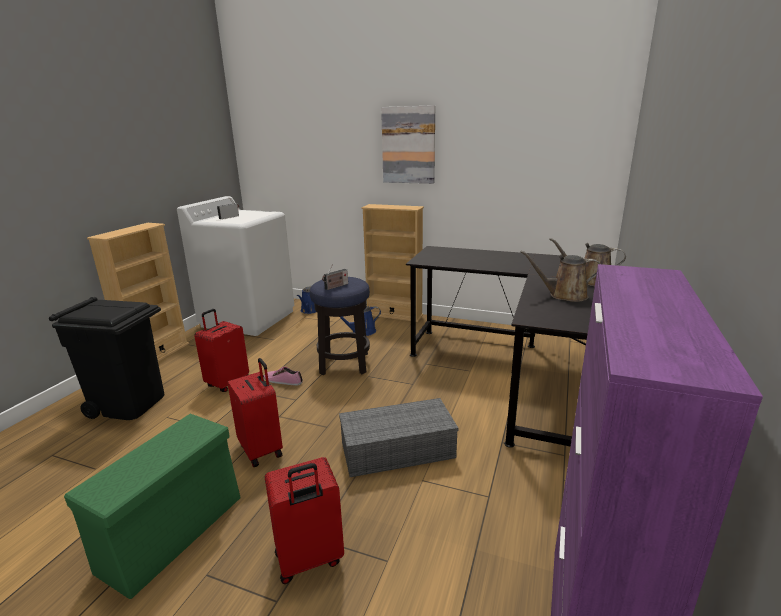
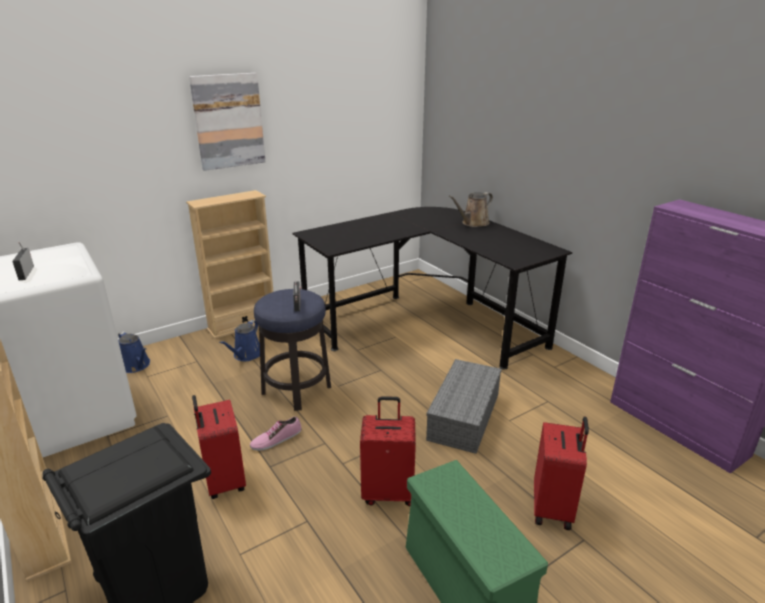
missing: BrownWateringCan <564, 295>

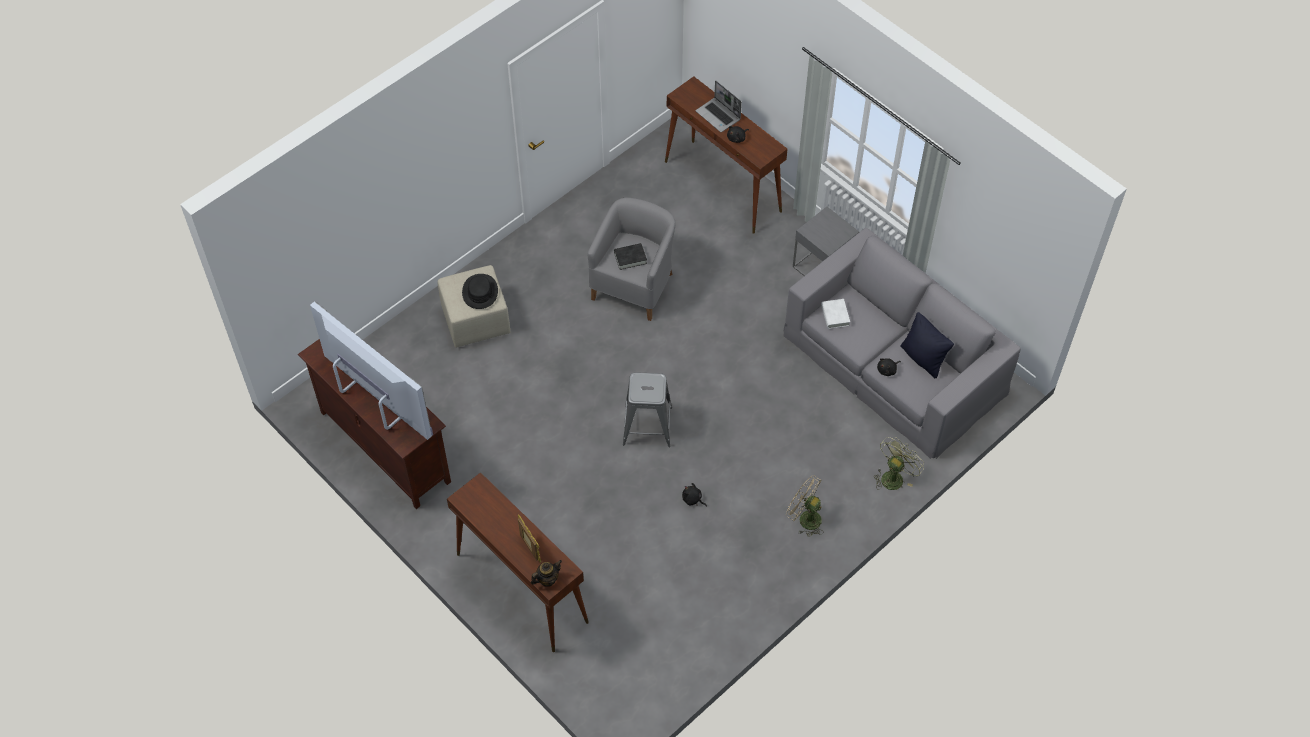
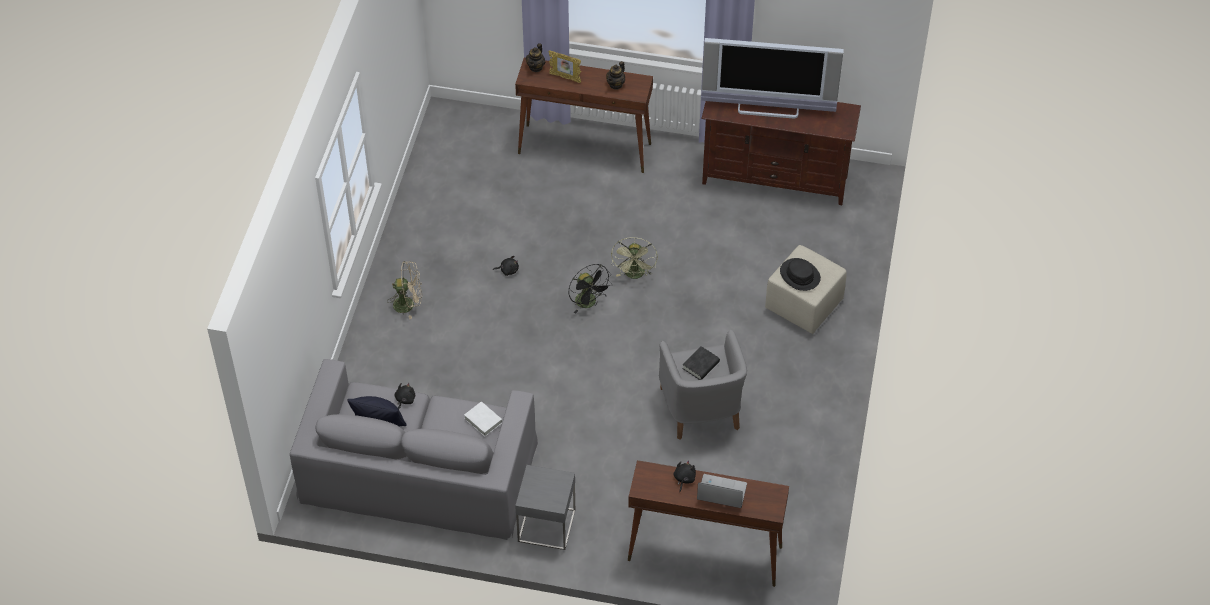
appeared: Teapot <616, 84>
relocated: GreenFan <894, 476> to <635, 275>
exchanged: GreyStool <647, 425> to BlackFan <589, 303>

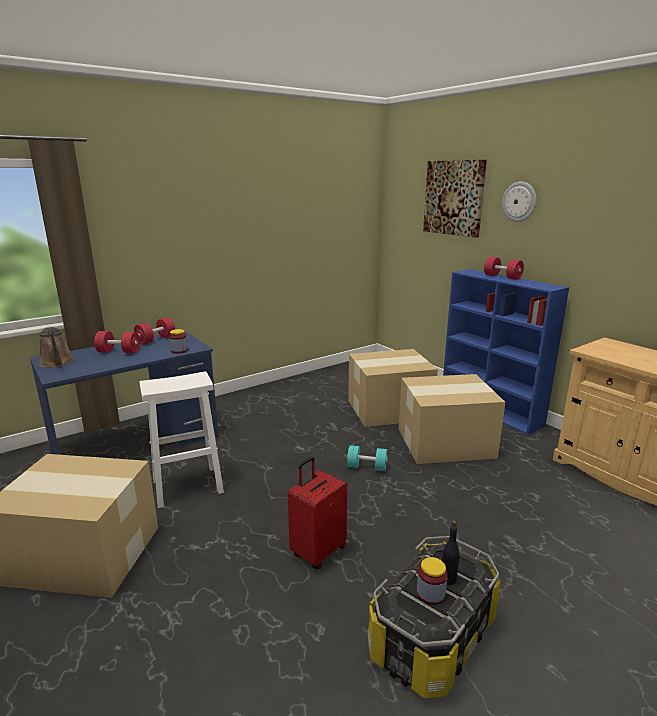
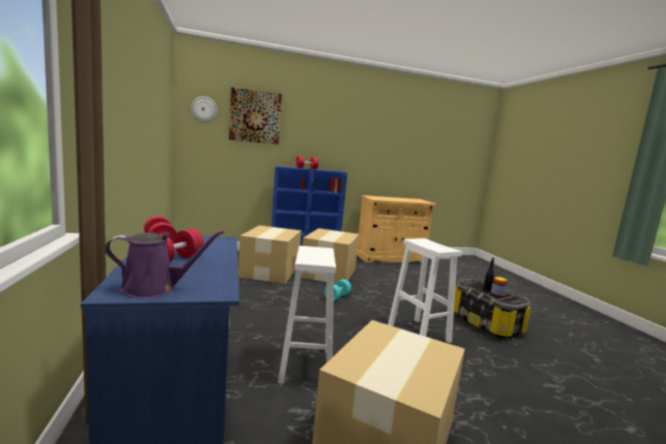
missing: Jar <179, 351>
relocated: WallClock <519, 201> to <204, 109>
exchanged: RedSuitcase <317, 551> to WhiteStool <417, 332>
colour: BrownWateringCan <57, 363> to PurpleWateringCan <154, 288>

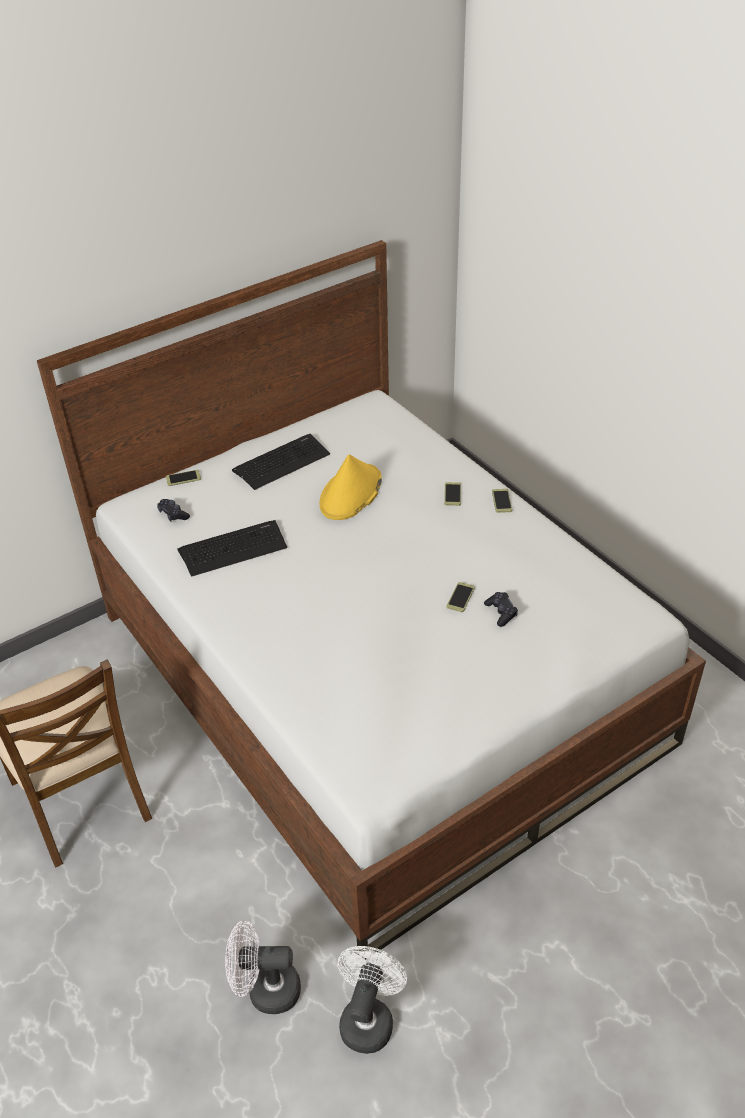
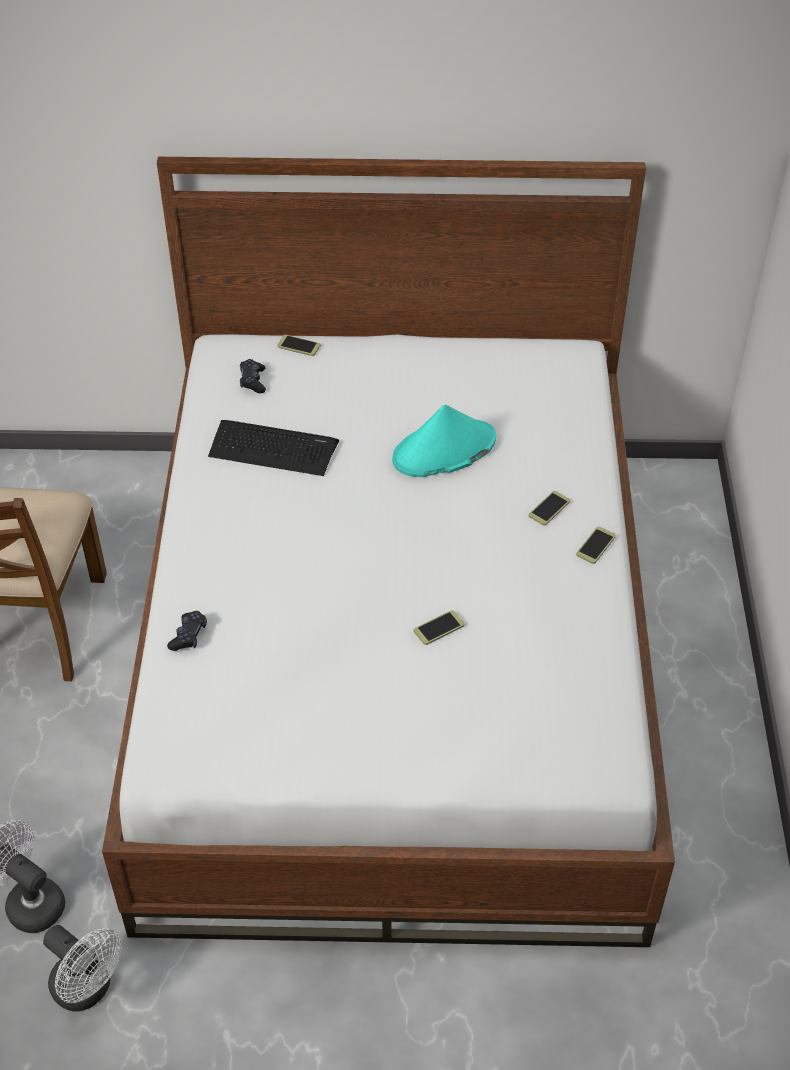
missing: Keyboard <282, 462>
relocated: BlackGameController <501, 612> to <188, 636>
colour: YellowHat <350, 493> to TurquoiseHat <444, 450>
spun: WhiteFan <368, 1017> = <88, 989> 75 degrees clockwise

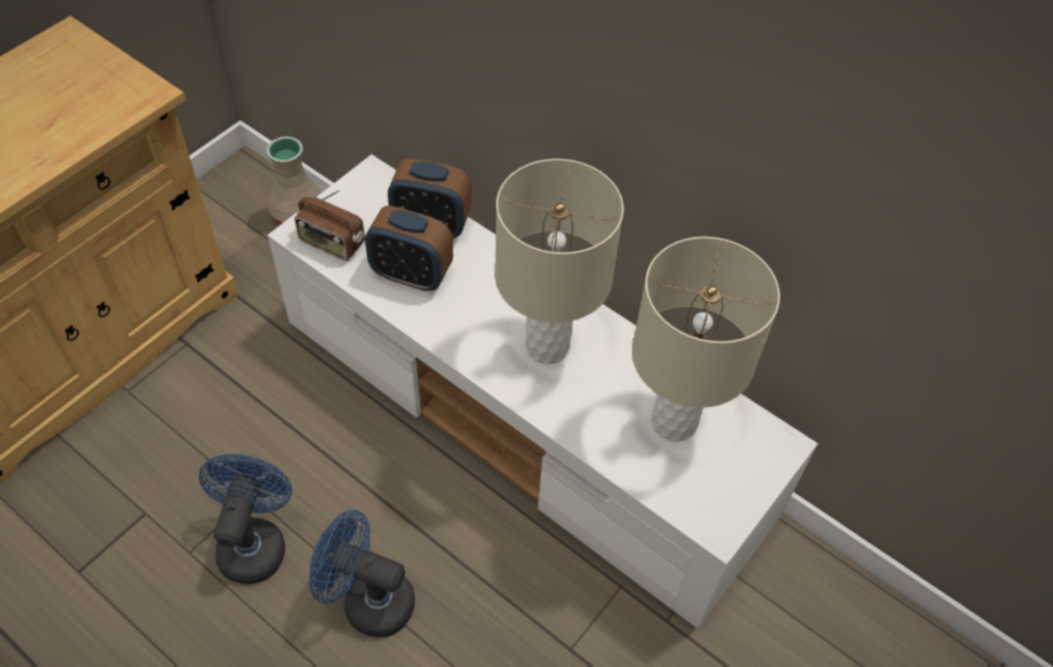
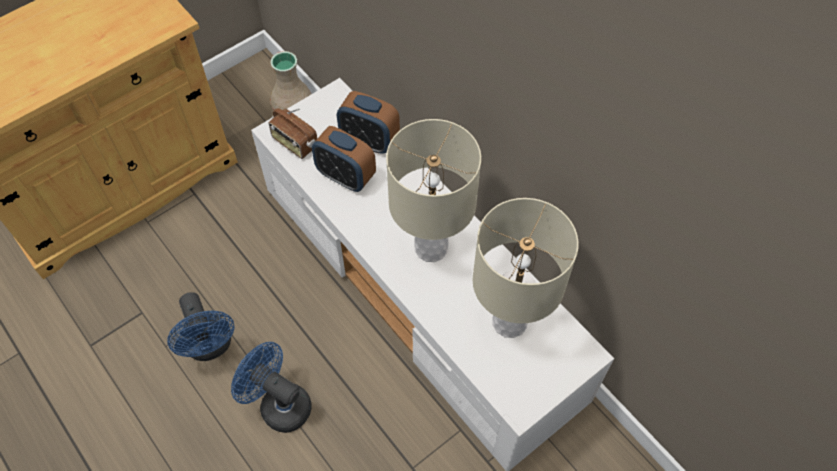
spun: BlueFan <254, 541> = <210, 347> 135 degrees clockwise

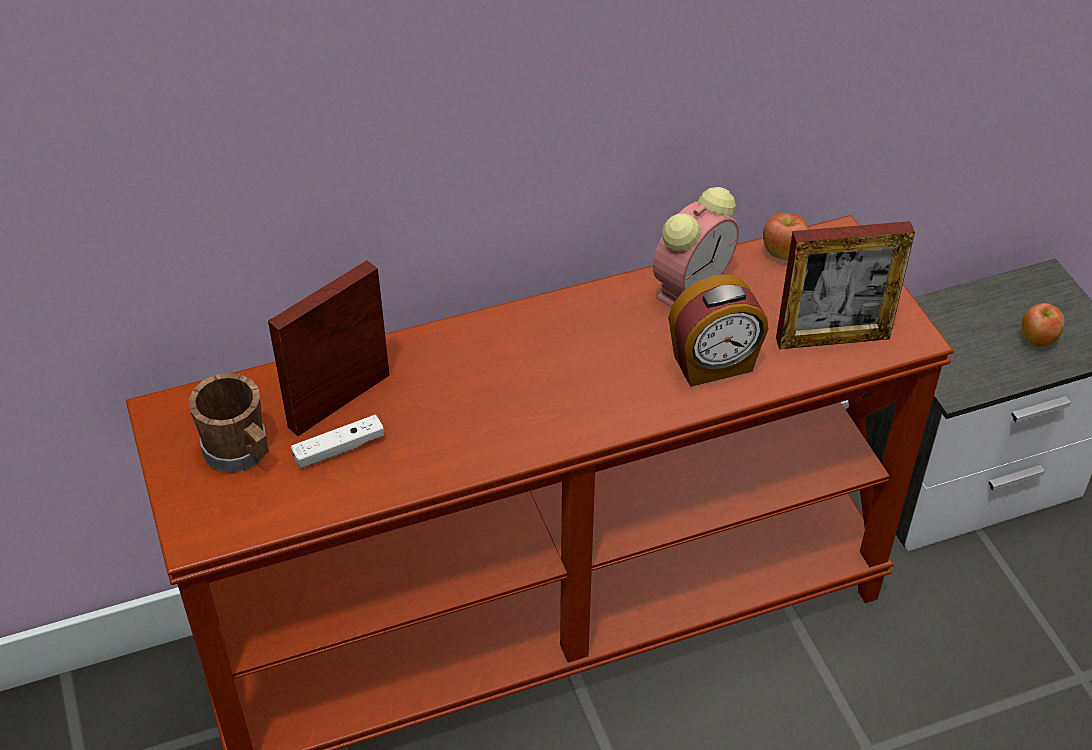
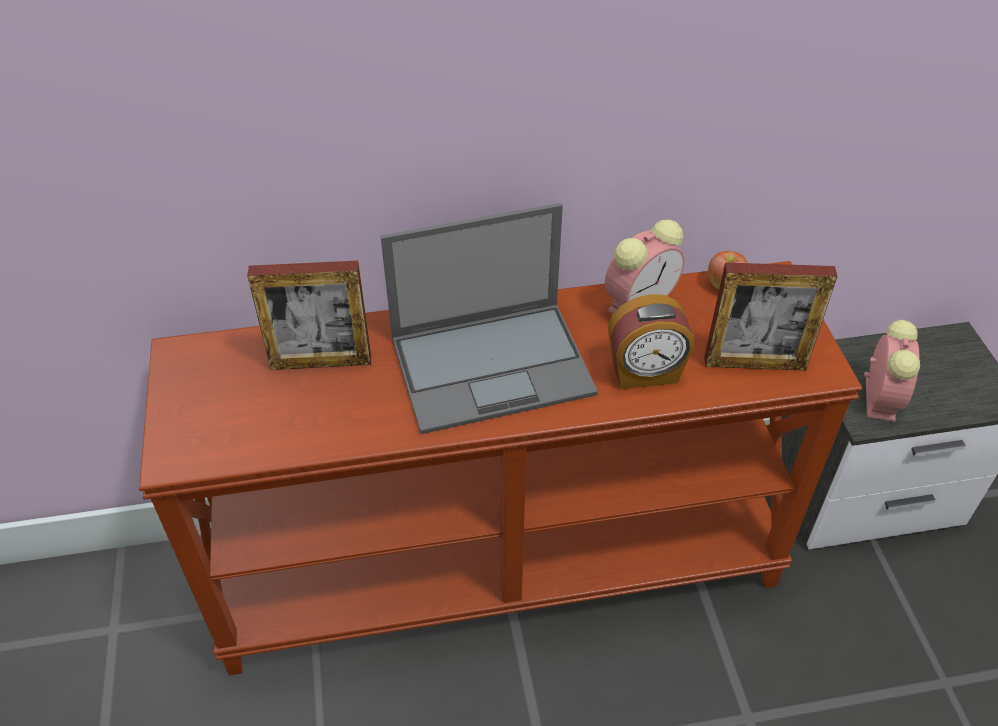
missing: BrownMug <241, 453>; WhiteGameController <339, 449>; Apple <1038, 340>
appeared: Laptop <494, 364>; AlarmClock <879, 397>
spun: PictureFrame <339, 401> = <321, 362> 150 degrees counterclockwise

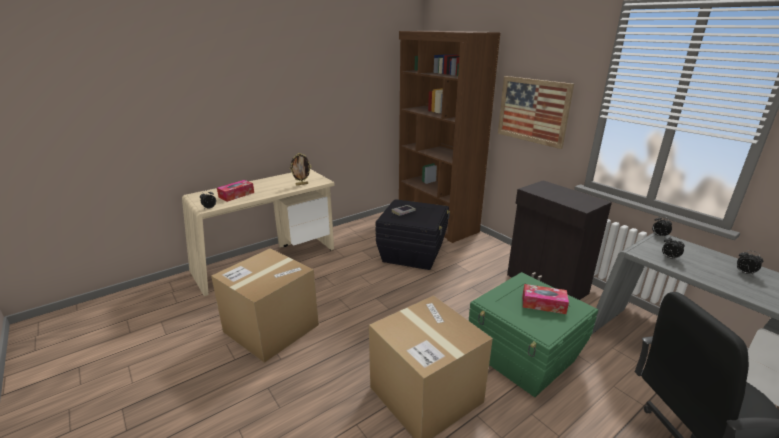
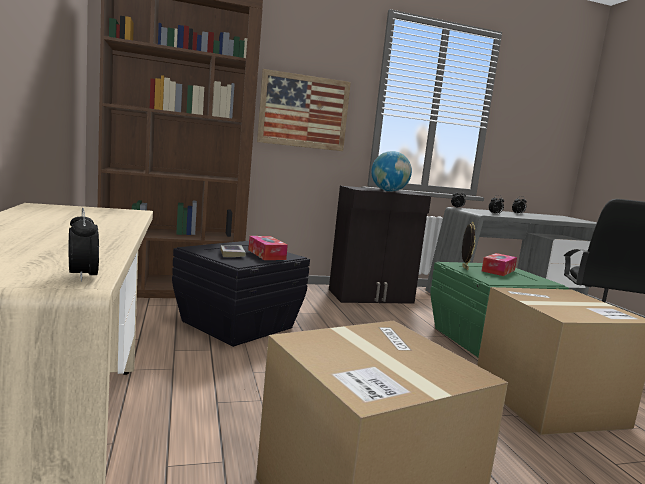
appeared: Globe <389, 191>
relocated: TissueBox <236, 195> to <266, 254>; PictureFrame <302, 184> to <464, 268>

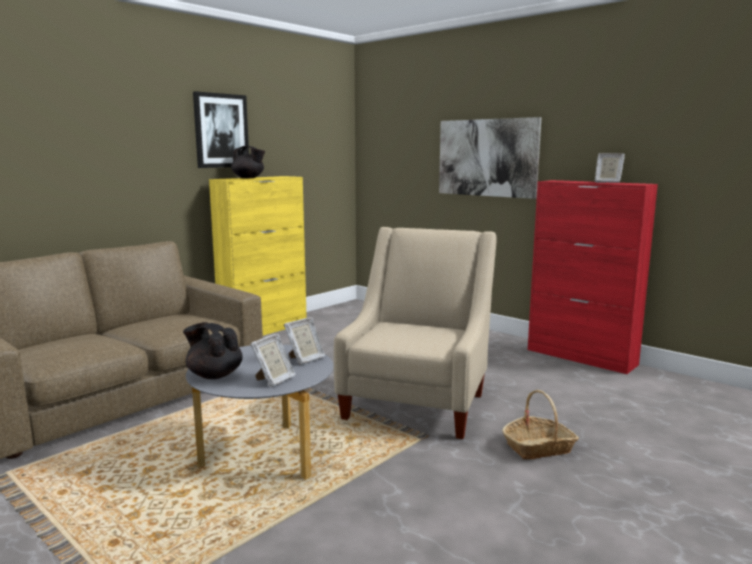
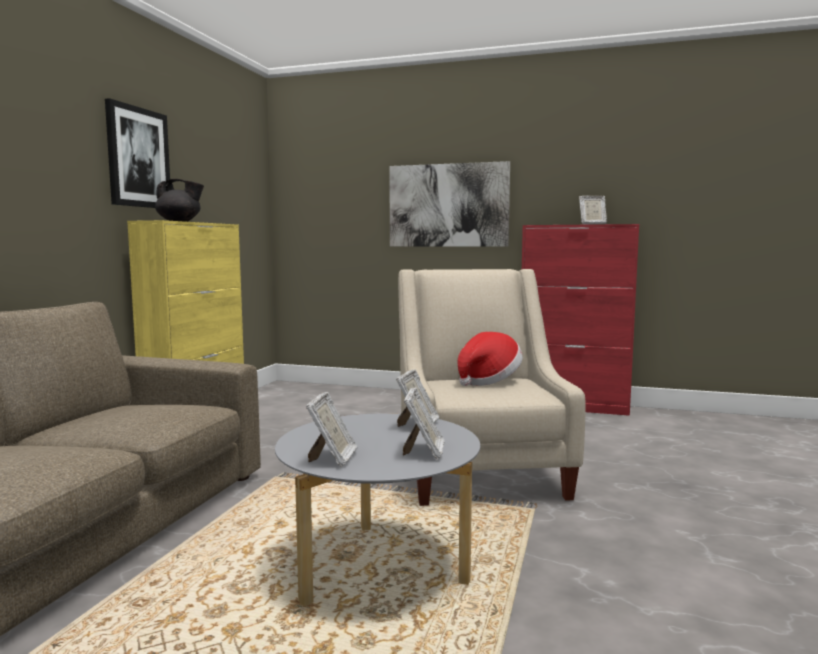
missing: Basket <539, 447>
appeared: Hat <488, 381>
exchanged: BlackTeapot <214, 375> to PictureFrame <333, 459>

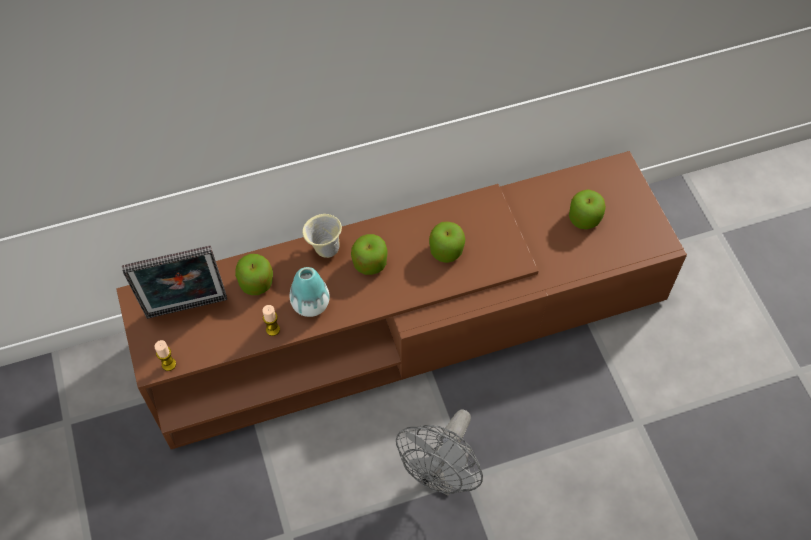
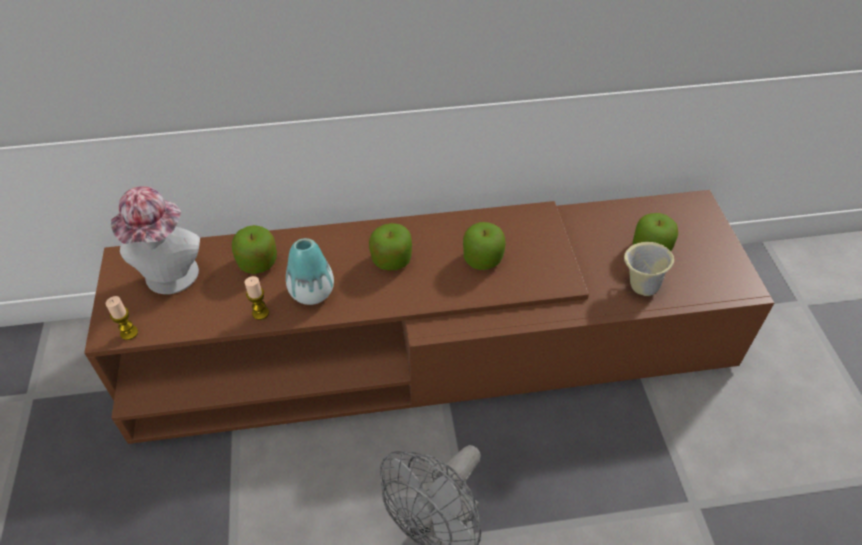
relocated: BeigeMug <324, 249> to <639, 287>
exchanged: PictureFrame <187, 310> to Hat <172, 280>

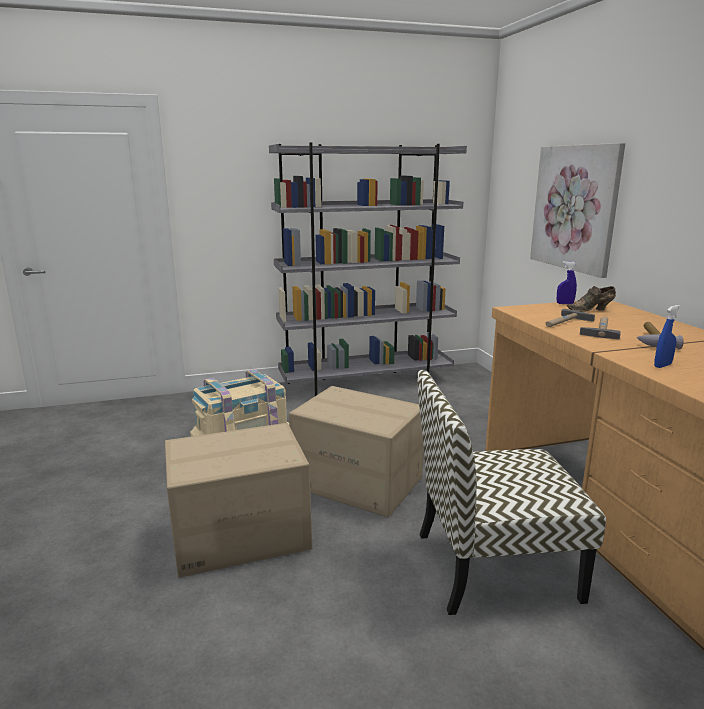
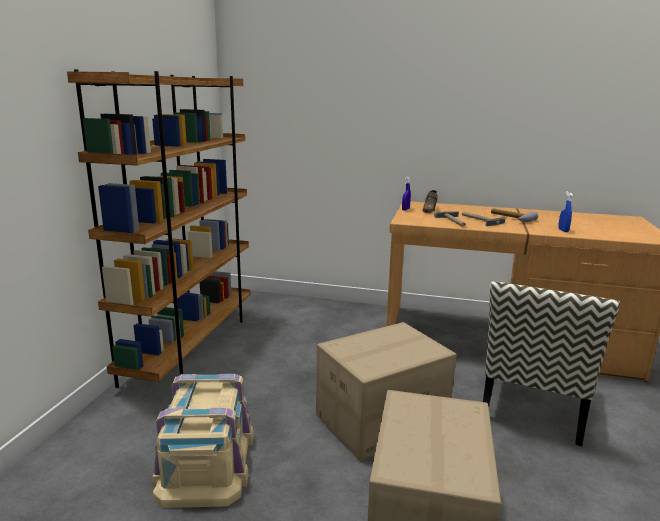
missing: Picture <574, 208>
colour: GreyBookcase <366, 383> to BrownBookcase <191, 345>

